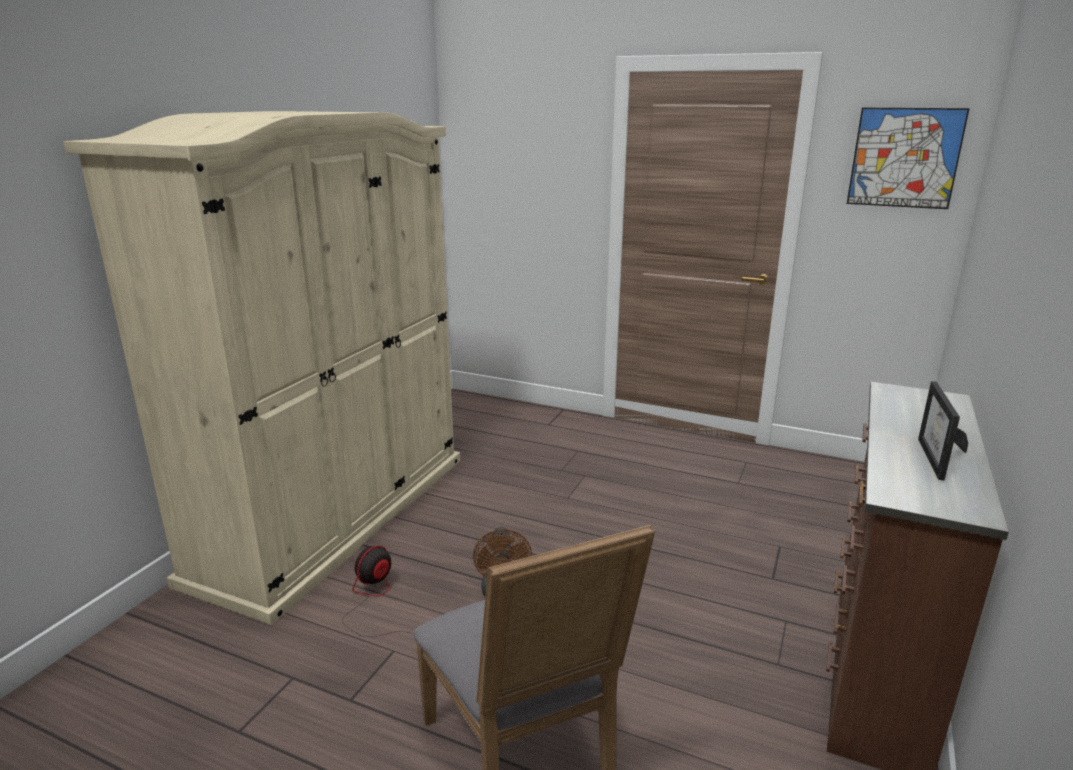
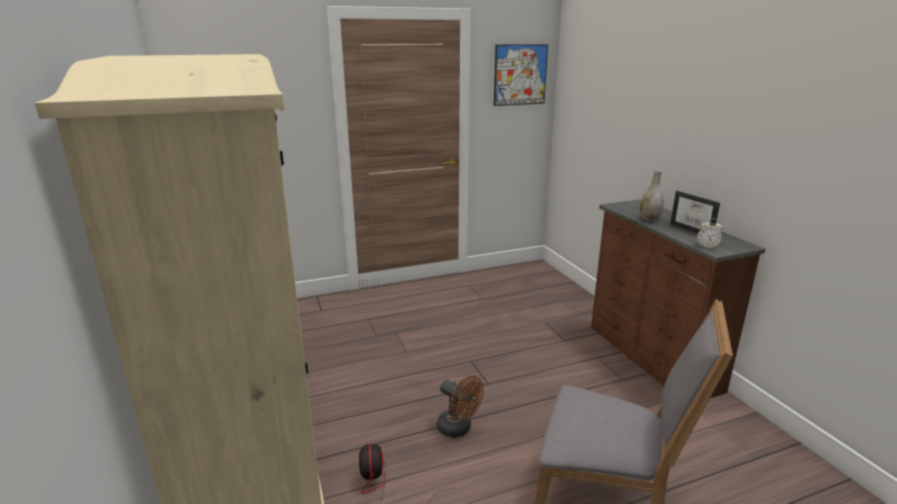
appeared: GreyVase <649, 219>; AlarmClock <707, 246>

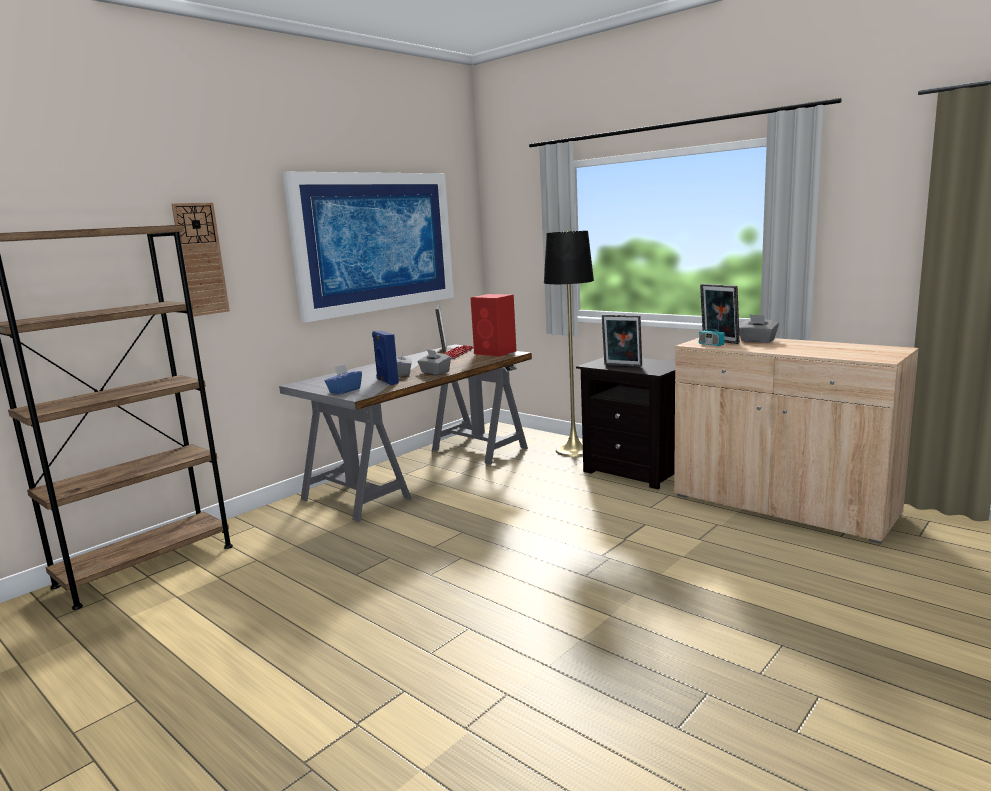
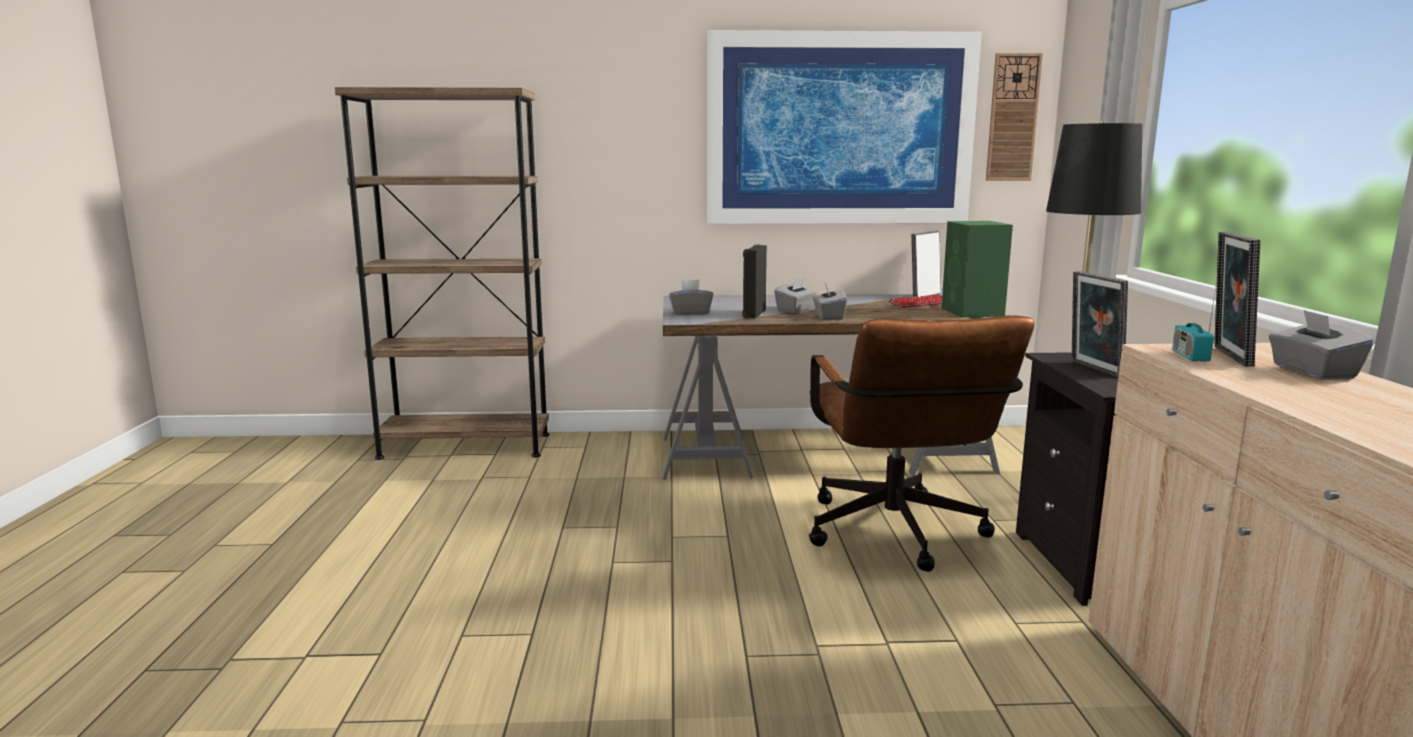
appeared: BrownOfficeChair <898, 537>
relocated: WallClock <200, 259> to <1012, 118>
colour: BlueTissueBox <344, 390> to GreyTissueBox <690, 313>; BlueSpeaker <386, 381> to BlackSpeaker <753, 314>; RedSpeaker <496, 352> to GreenSpeaker <973, 312>

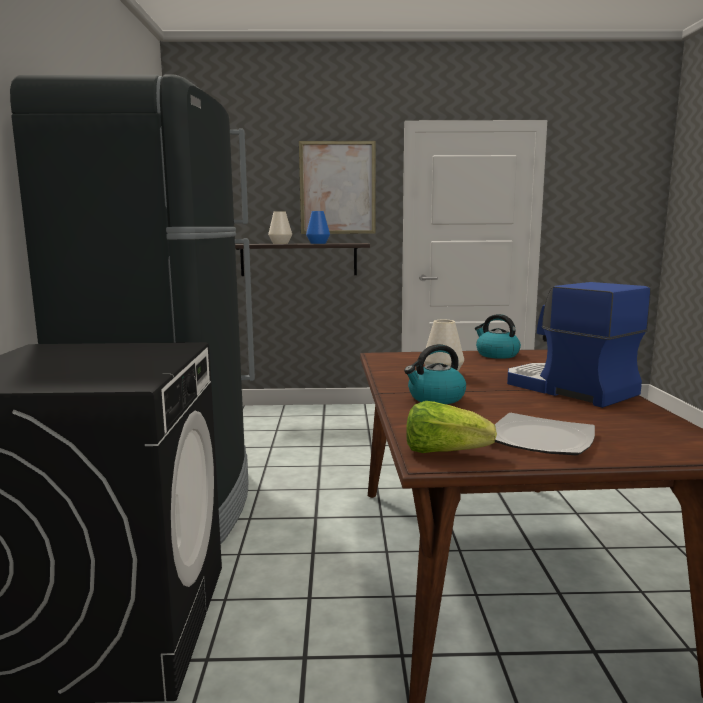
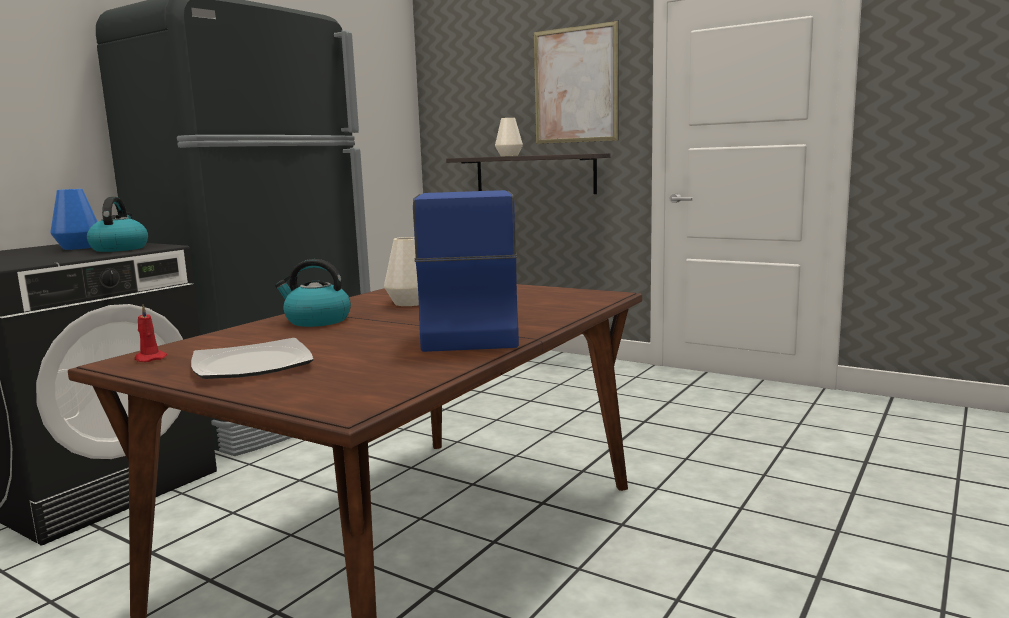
relocated: BlueVase <318, 243> to <78, 247>; Kettle <496, 354> to <119, 249>
exchanged: Lettuce <444, 452> to RedCandle <150, 359>

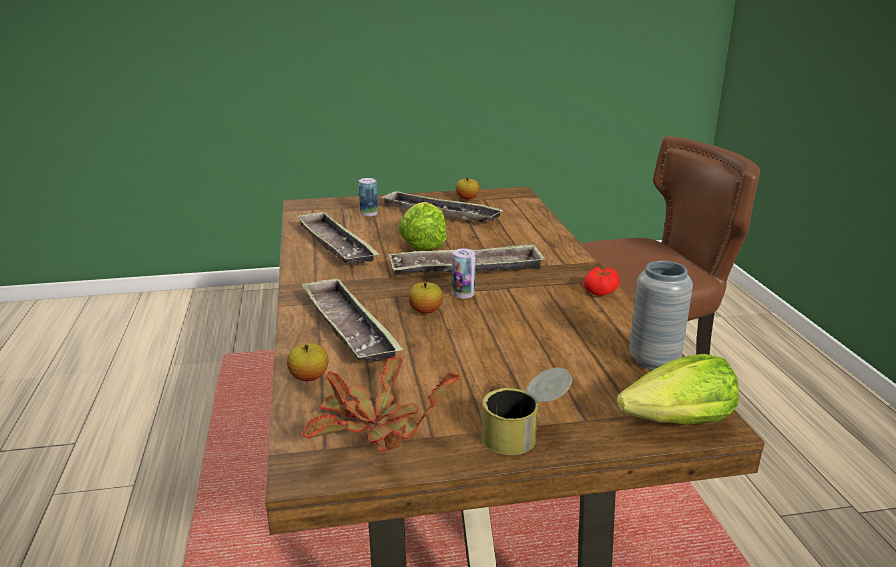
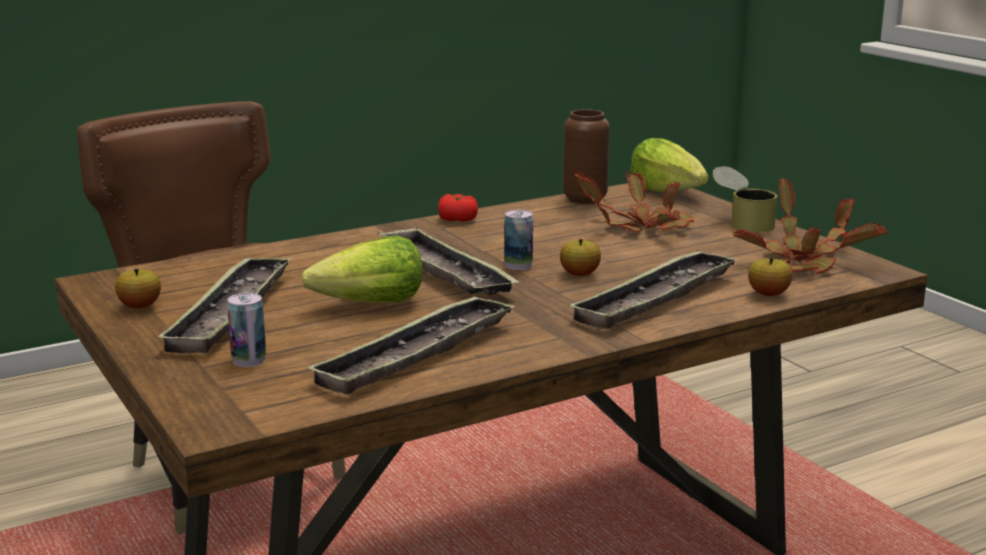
appeared: PottedPlant <640, 226>
colour: GreyVase <654, 360> to BrownVase <584, 199>

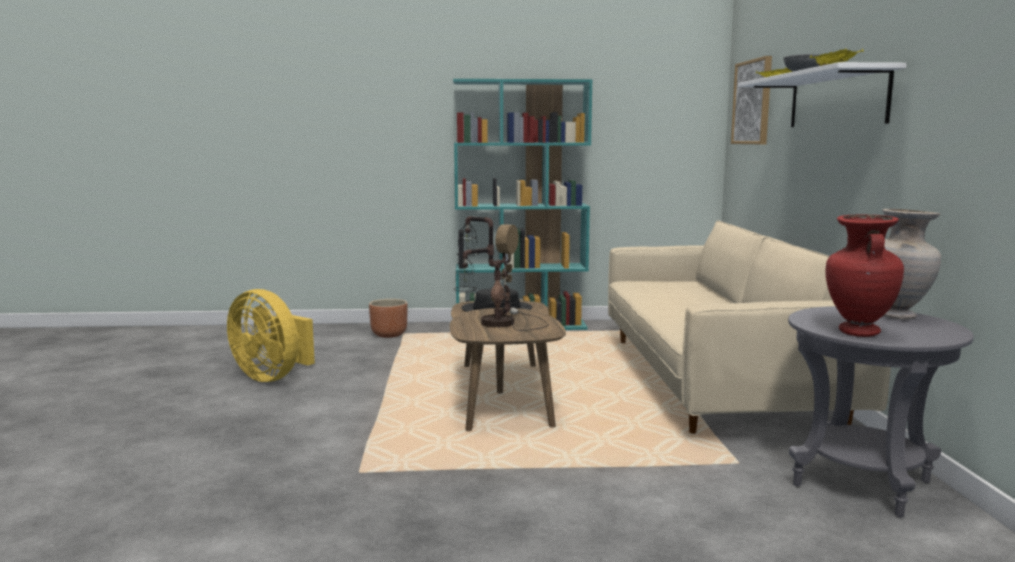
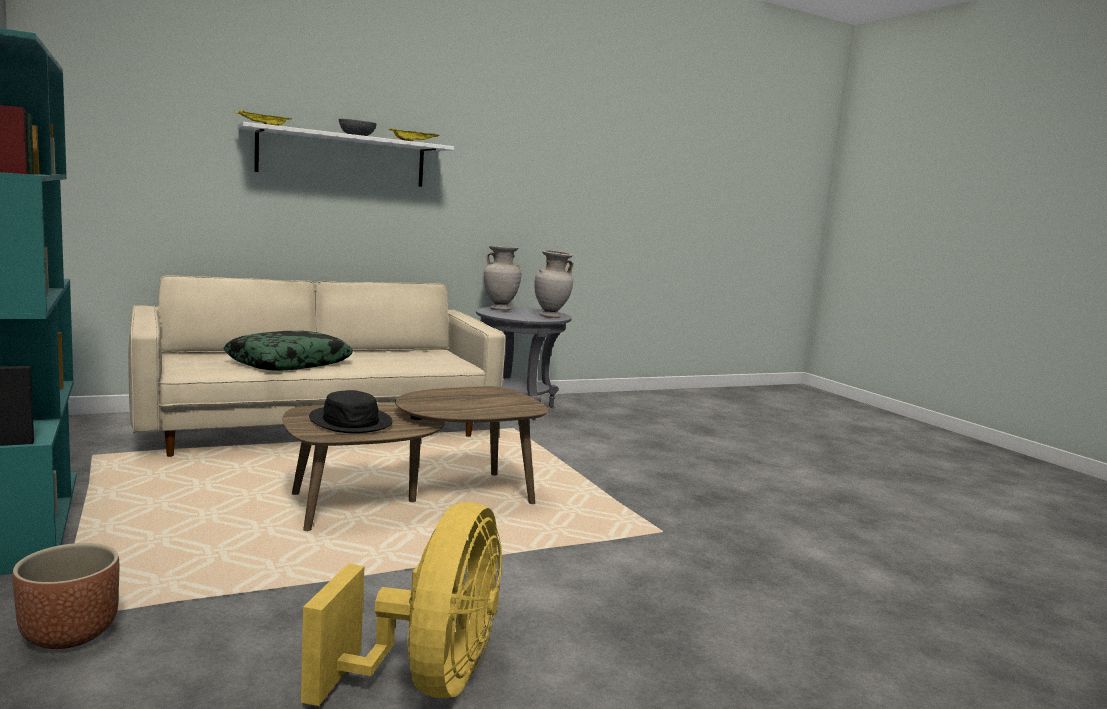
missing: TableLamp <495, 324>; Picture <752, 102>
appeared: Pillow <289, 363>
colour: RedVase <857, 332> to BeigeVase <550, 316>

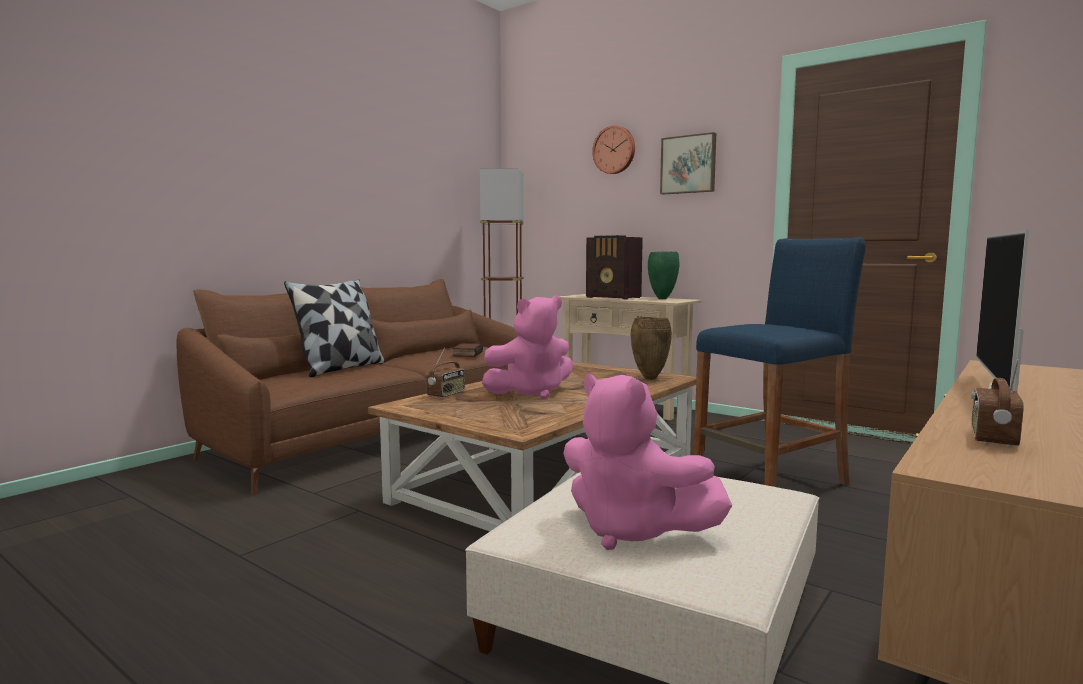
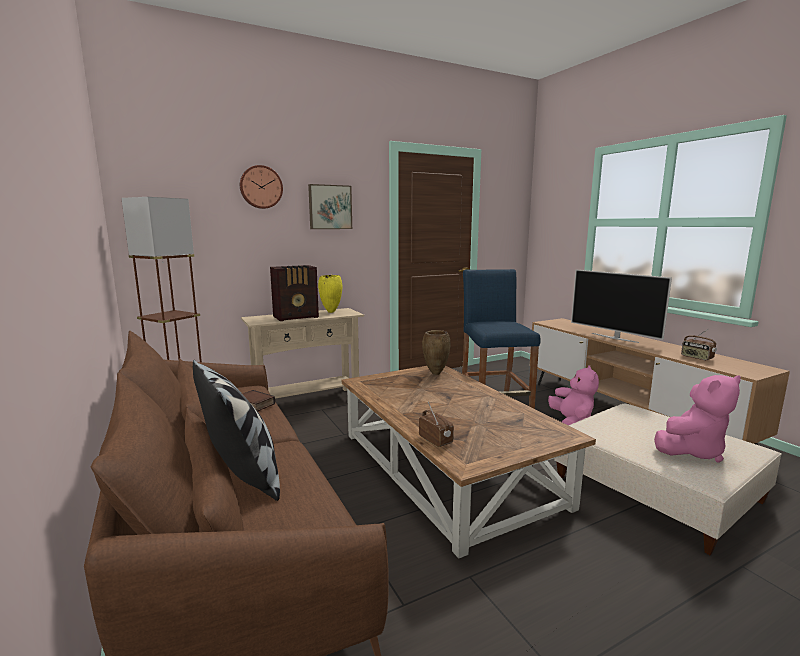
relocated: PinkPlushToy <531, 393> to <572, 424>
colour: GreenVase <662, 299> to YellowVase <331, 312>

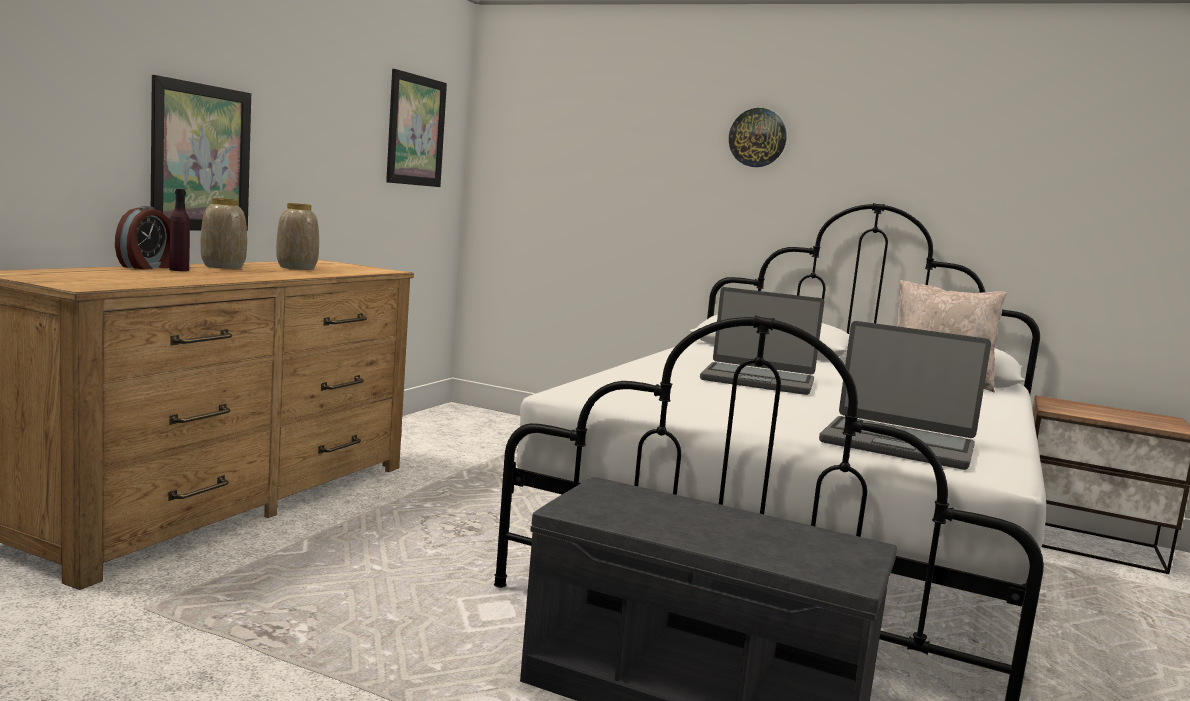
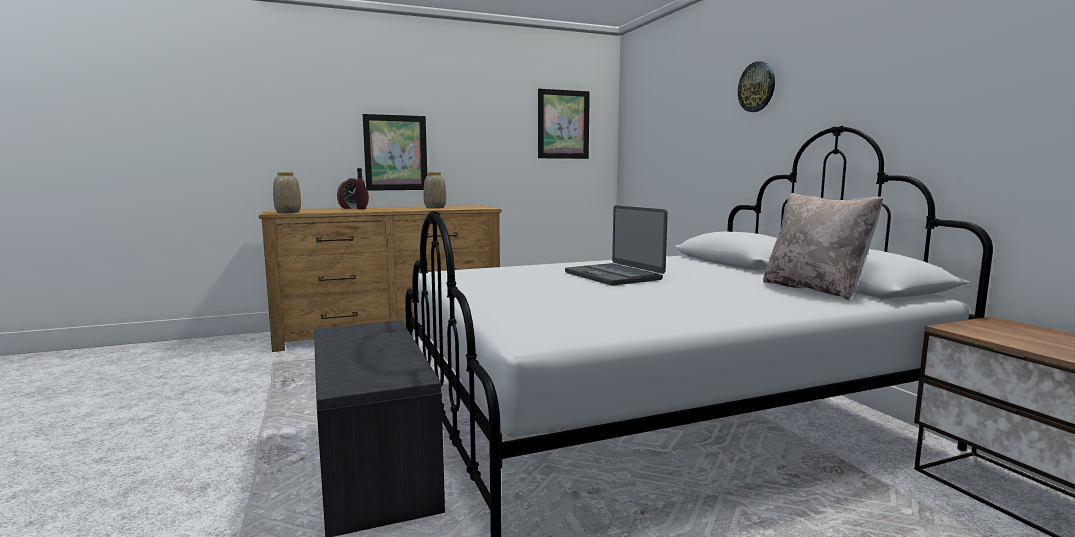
missing: Laptop <897, 444>
relocated: Vase <223, 266> to <287, 212>

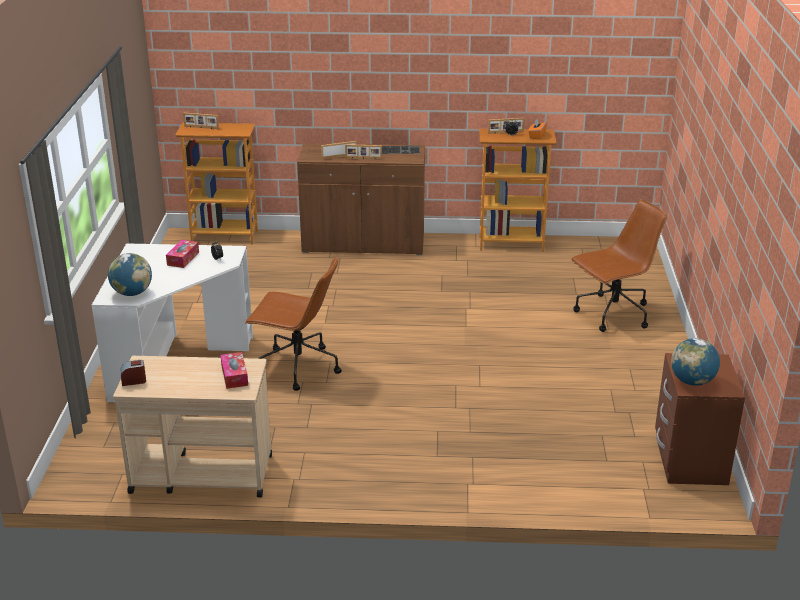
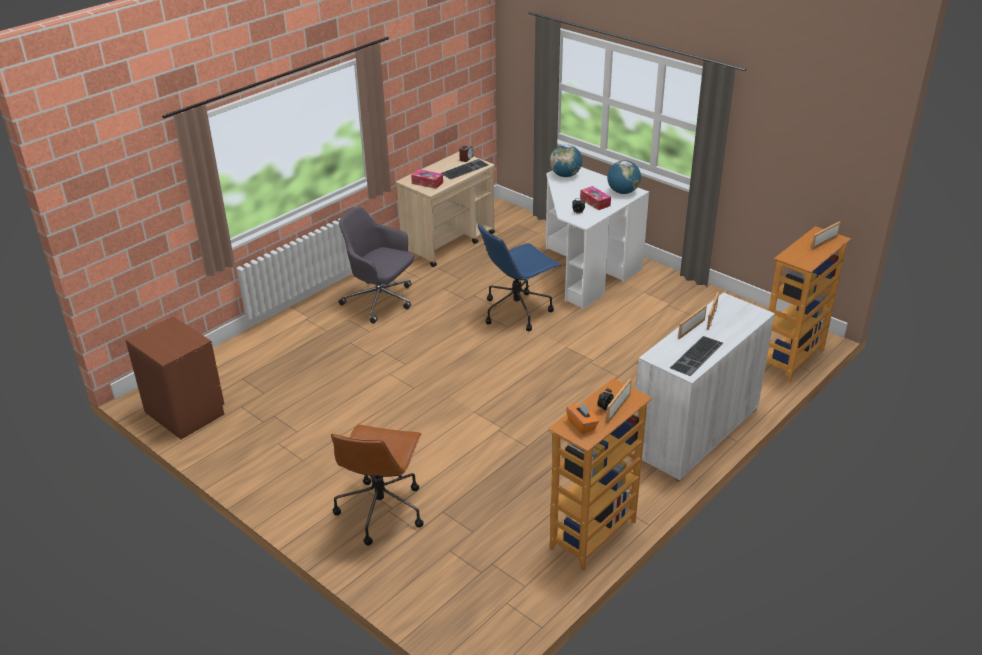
appeared: GreyOfficeChair <381, 301>; Keyboard <464, 169>
relocated: Globe <692, 381> to <623, 192>
colour: BrownOfficeChair <297, 367> to BlueOfficeChair <517, 311>; BrownCabinet <363, 244> to WhiteCabinet <695, 431>

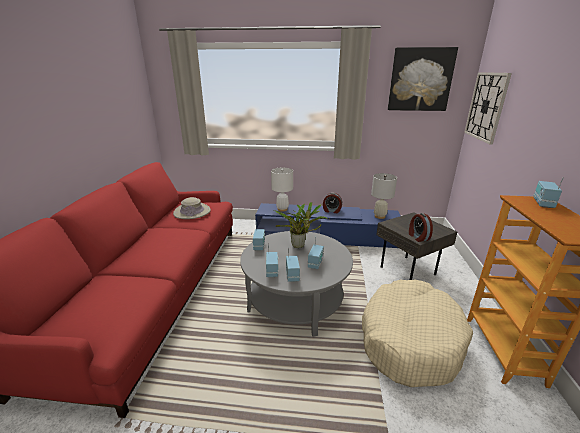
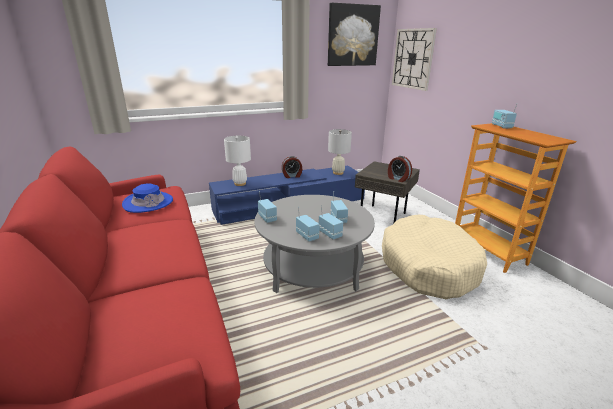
missing: PottedPlant <300, 246>
colour: BeigeHat <192, 212> to BlueHat <148, 202>

